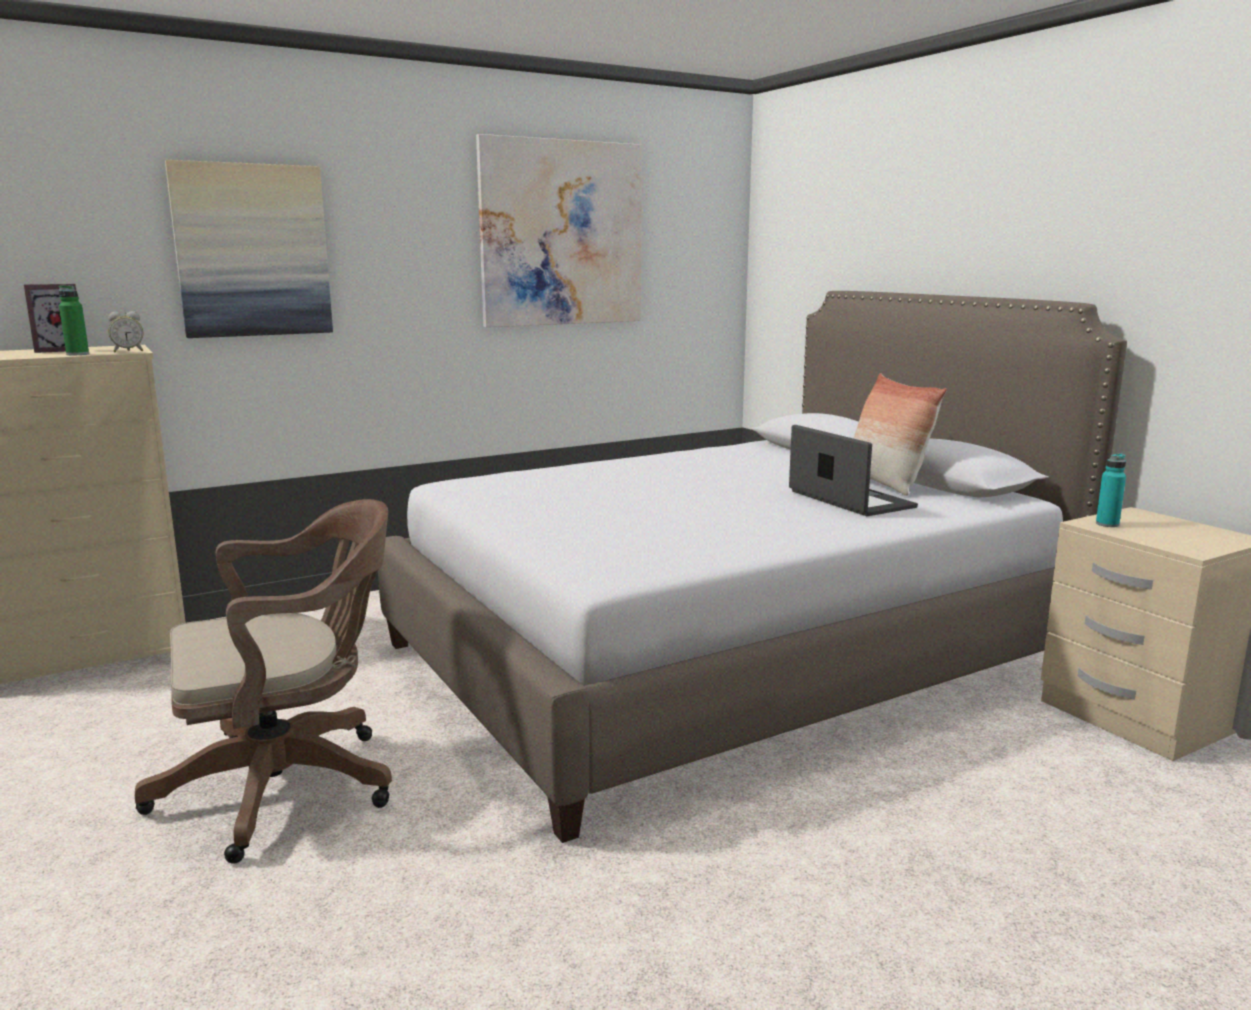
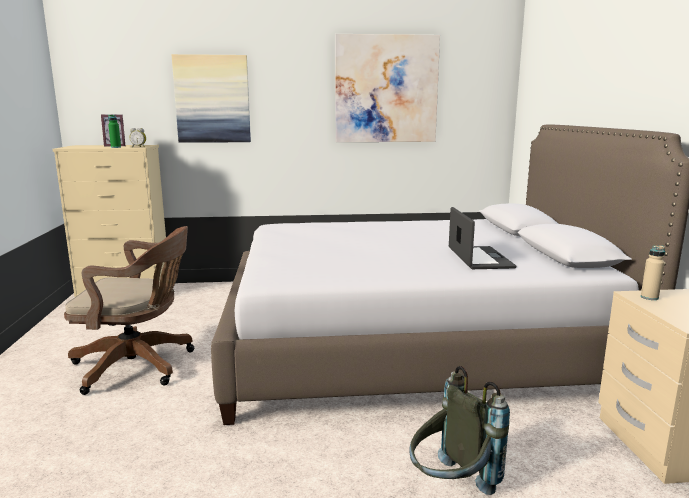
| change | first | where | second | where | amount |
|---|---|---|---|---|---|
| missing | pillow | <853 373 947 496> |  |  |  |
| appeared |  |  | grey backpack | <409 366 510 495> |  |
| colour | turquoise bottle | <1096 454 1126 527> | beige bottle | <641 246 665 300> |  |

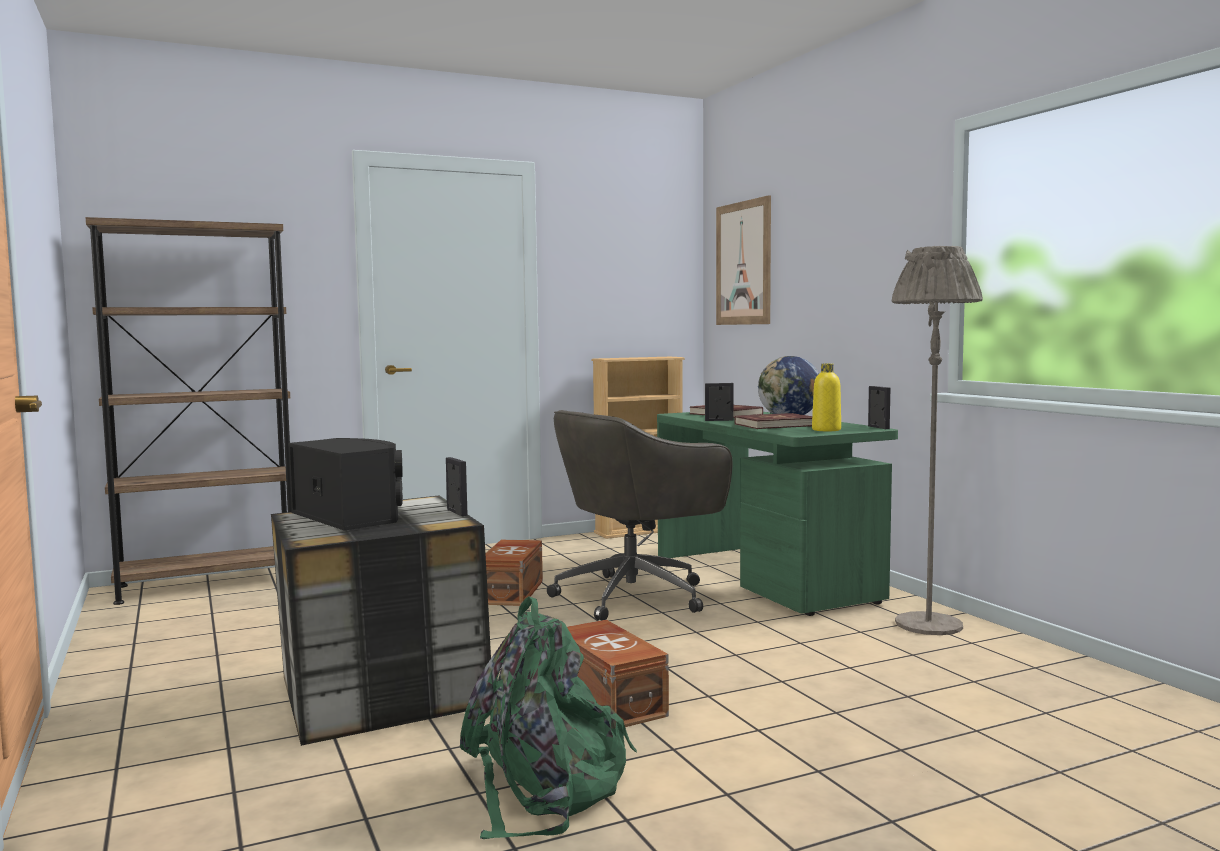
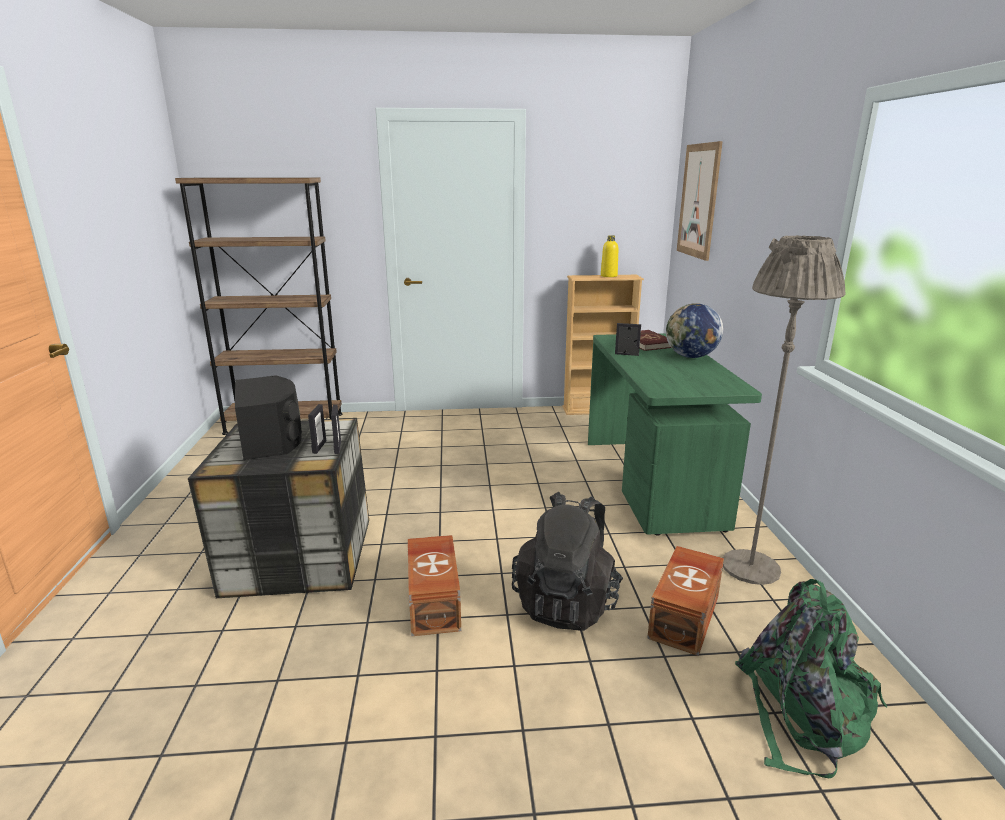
| change | first | where | second | where | amount |
|---|---|---|---|---|---|
| missing | grey office chair | <547 410 733 620> |  |  |  |
| missing | red book | <734 413 812 429> |  |  |  |
| appeared |  |  | black backpack | <512 492 623 631> |  |
| relocated | green backpack | <460 596 637 839> |  | <735 579 887 778> |  |
| relocated | brown storage box | <485 540 543 606> |  | <647 546 724 656> |  |
| relocated | yellow bottle | <812 363 841 431> |  | <601 235 618 277> |  |
| relocated | picture frame | <868 386 890 429> |  | <308 404 326 454> |  |

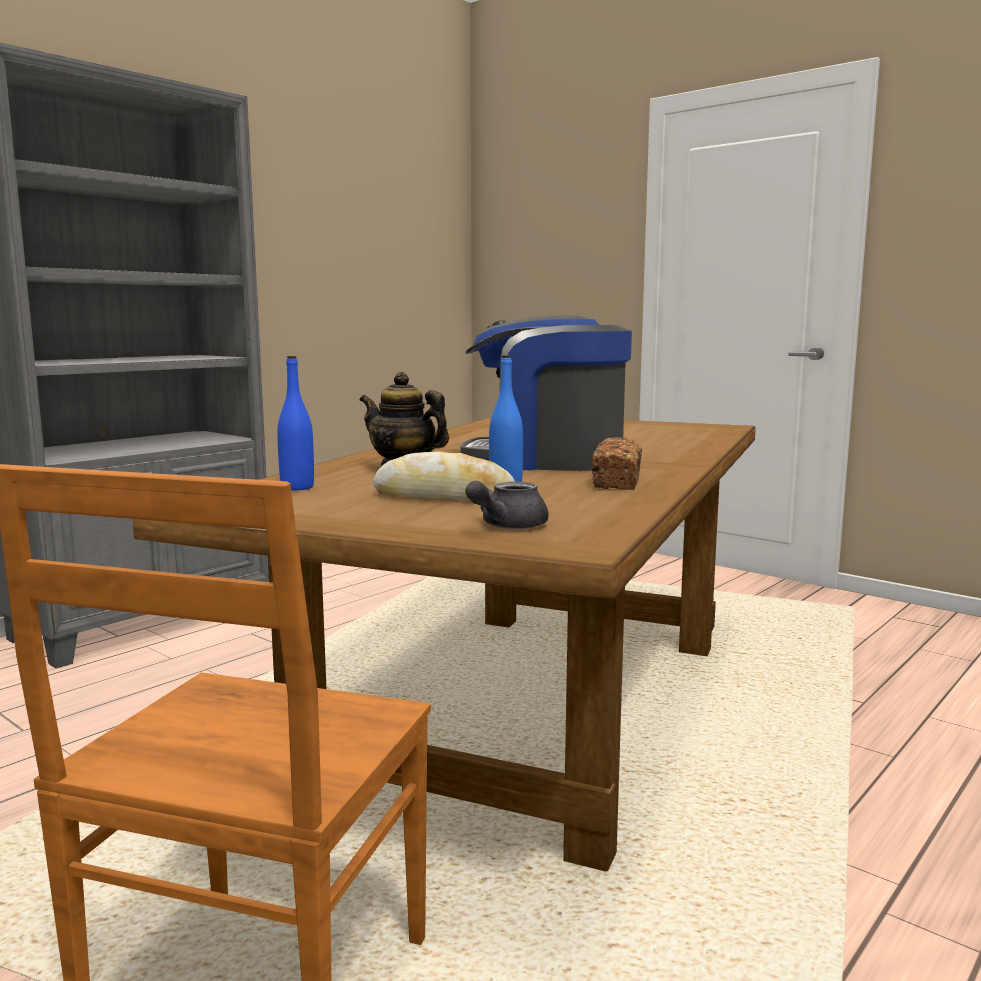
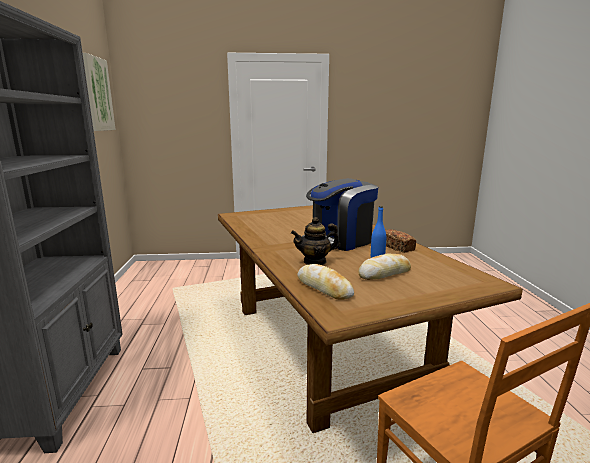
| change | first | where | second | where | amount |
|---|---|---|---|---|---|
| missing | grey teapot | <465 480 549 529> |  |  |  |
| appeared |  |  | picture | <83 53 116 131> |  |
| exchanged | blue bottle | <277 356 314 491> | bread | <298 264 354 300> |  |

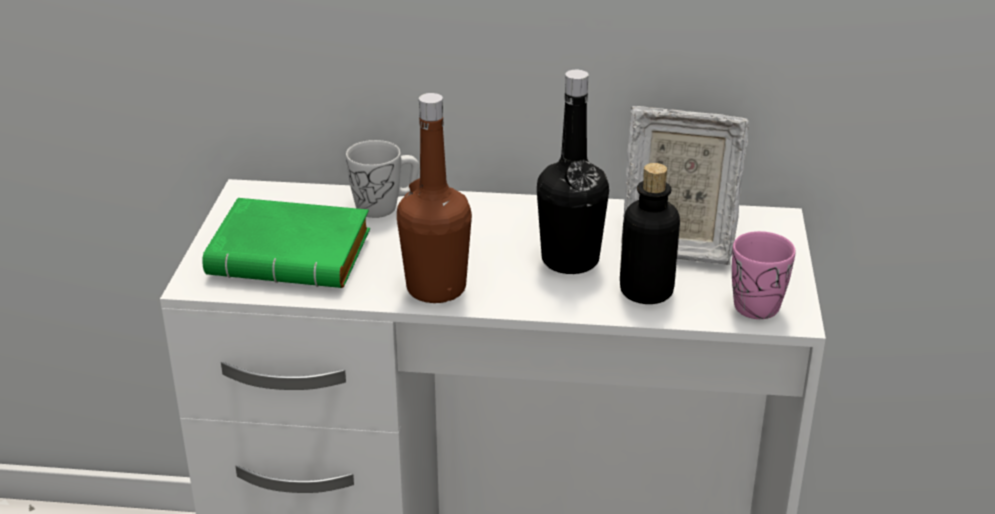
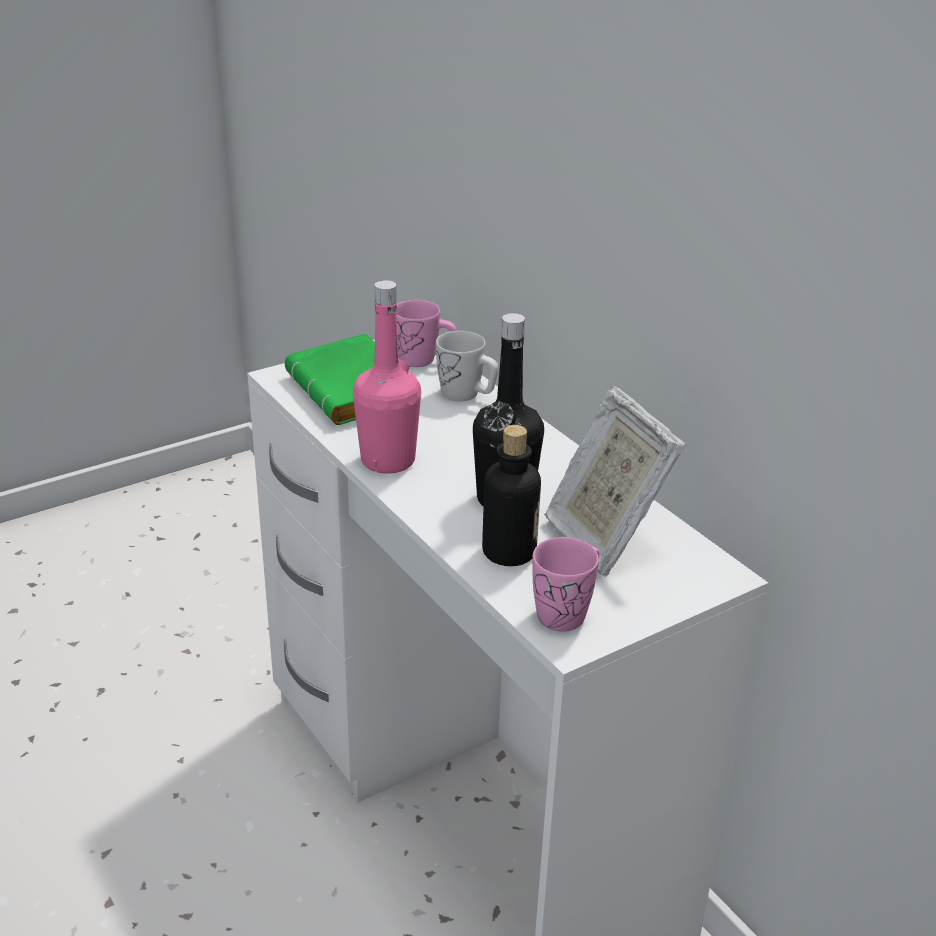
| change | first | where | second | where | amount |
|---|---|---|---|---|---|
| appeared |  |  | pink mug | <396 300 456 367> |  |
| colour | brown bottle | <397 93 472 303> | pink bottle | <353 280 421 474> |  |

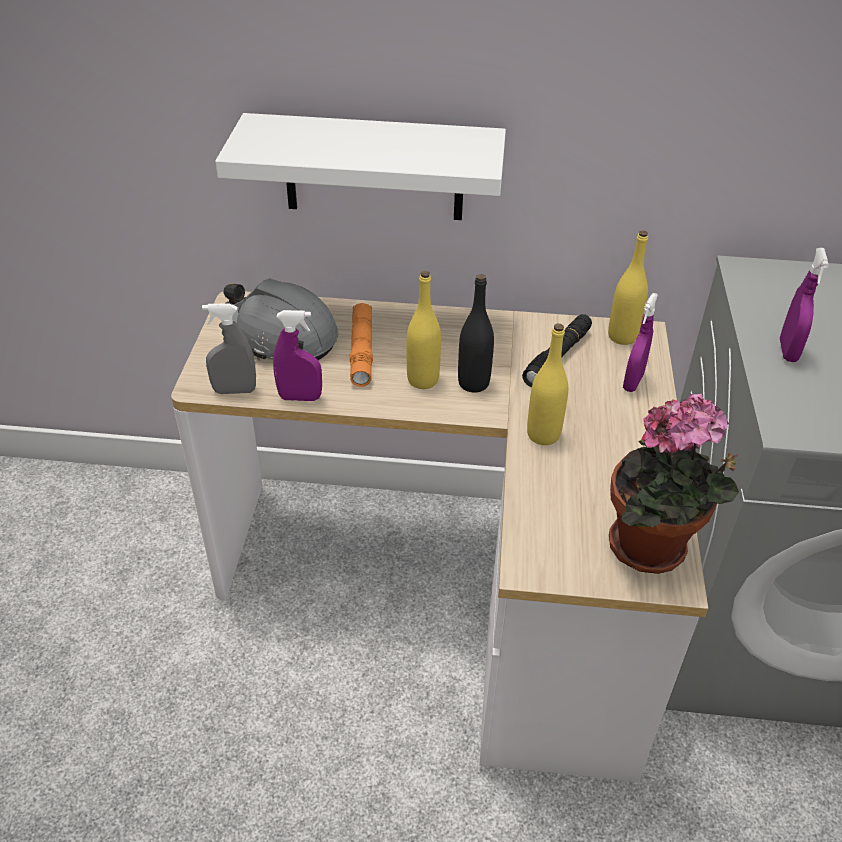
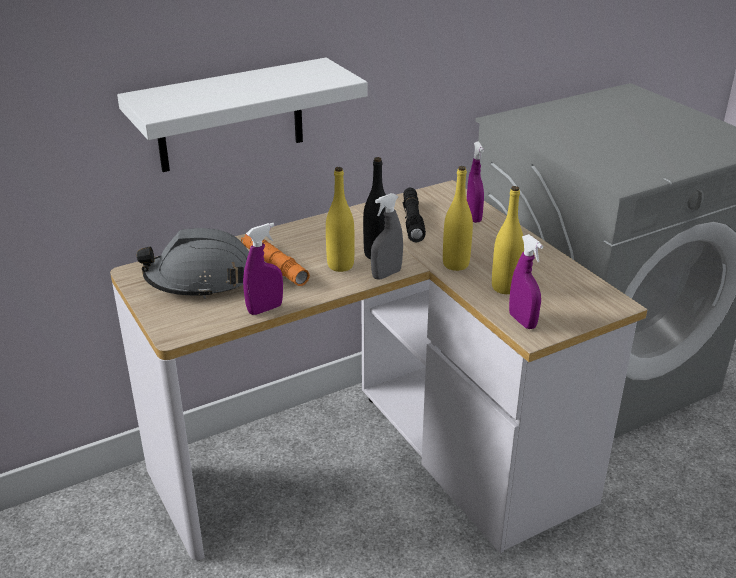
| change | first | where | second | where | amount |
|---|---|---|---|---|---|
| missing | potted plant | <609 394 739 574> |  |  |  |
| relocated | grey spray bottle | <202 303 256 394> |  | <371 193 403 280> |  |
| relocated | yellow bottle | <608 231 648 345> |  | <492 186 524 294> |  |
| relocated | purple spray bottle | <780 248 829 362> |  | <509 234 543 329> |  |

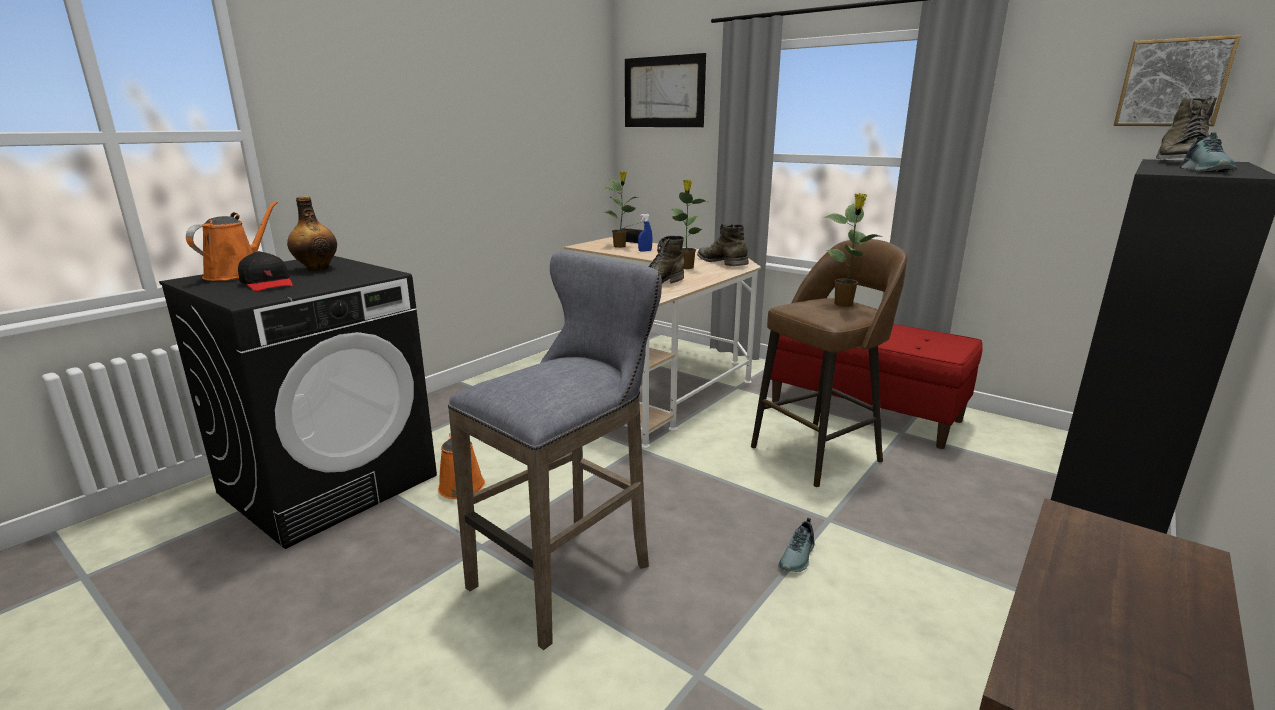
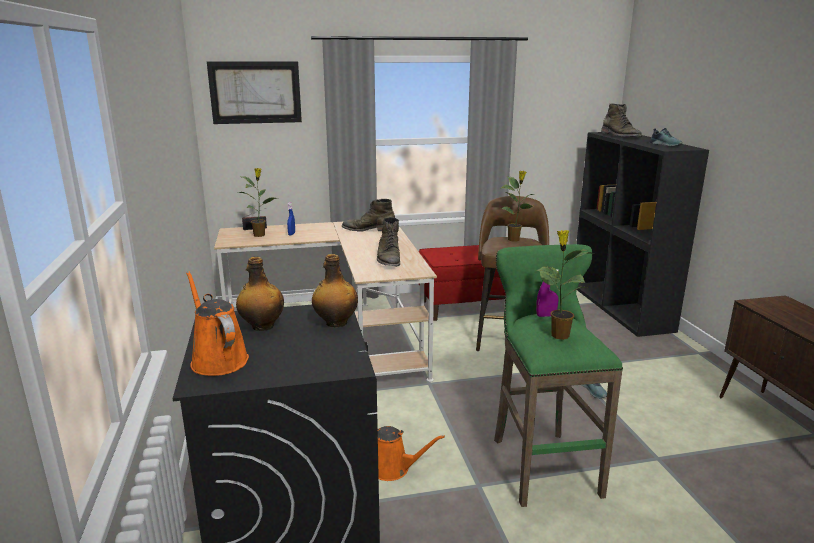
| change | first | where | second | where | amount |
|---|---|---|---|---|---|
| missing | black cap | <238 251 293 291> |  |  |  |
| missing | picture | <1114 35 1241 126> |  |  |  |
| appeared |  |  | bottle | <312 254 358 327> |  |
| appeared |  |  | purple spray bottle | <536 270 559 317> |  |
| relocated | potted plant | <670 180 708 269> |  | <537 230 594 340> |  |
| colour | grey stool | <448 252 662 650> | green stool | <494 244 623 507> |  |

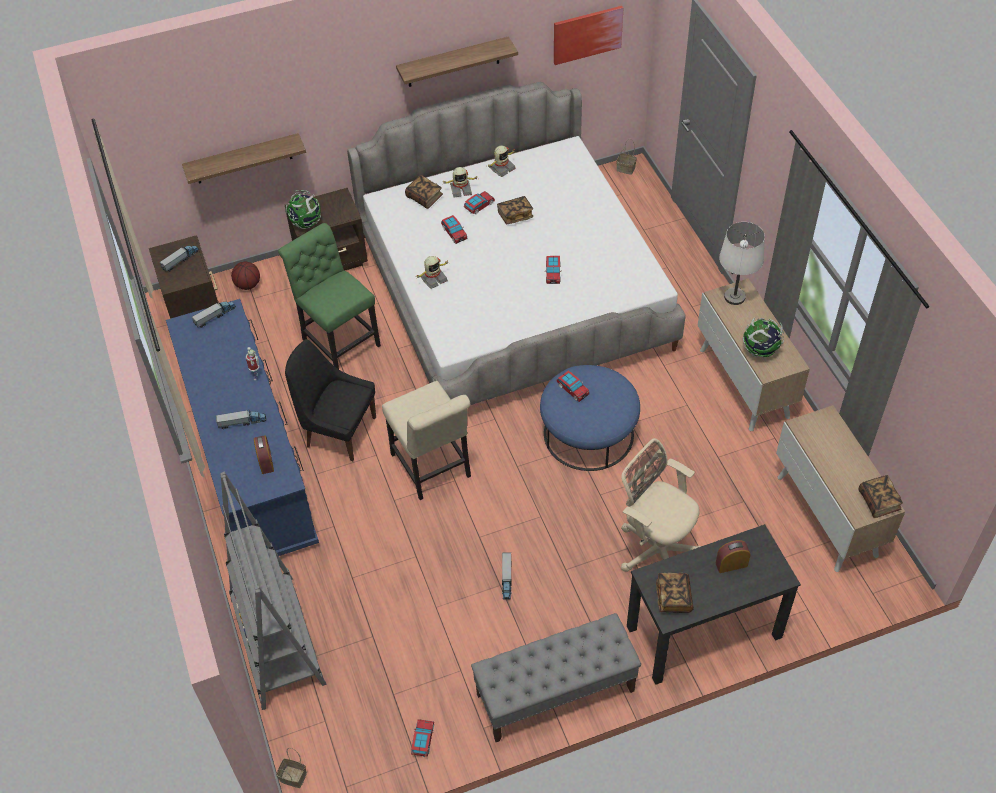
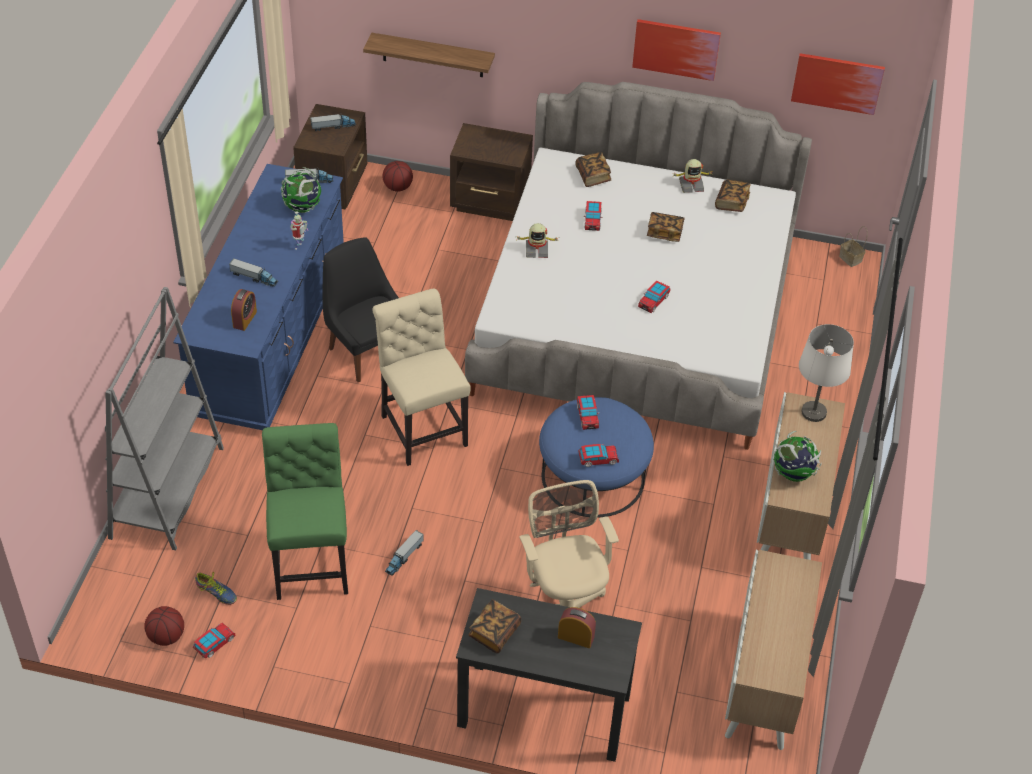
| change | first | where | second | where | amount |
|---|---|---|---|---|---|
| missing | basket | <276 748 307 788> |  |  |  |
| missing | toy robot | <443 167 479 197> |  |  |  |
| missing | grey bench | <471 613 641 742> |  |  |  |
| appeared |  |  | basketball | <144 606 184 646> |  |
| appeared |  |  | shoe | <195 572 237 605> |  |
| relocated | green chair | <278 223 381 369> |  | <262 423 348 600> |  |
| relocated | globe | <285 190 321 229> |  | <281 167 321 213> |  |
| relocated | toy car | <464 191 495 214> |  | <578 444 619 467> |  |
| relocated | book | <859 475 903 518> |  | <715 180 751 212> |  |
| exchanged | shelf | <396 36 518 87> | picture | <632 19 721 81> |  |
| spun | beige chair | <382 381 471 500> |  | <373 289 471 466> | 150 degrees clockwise |

